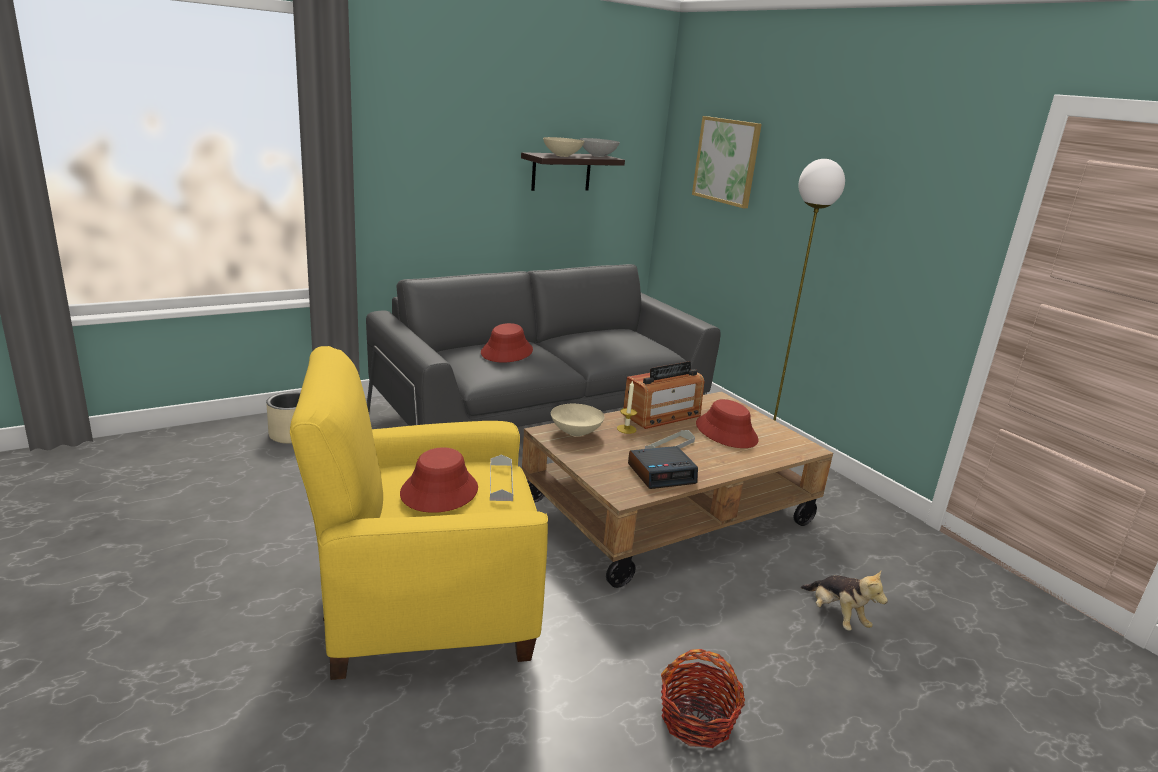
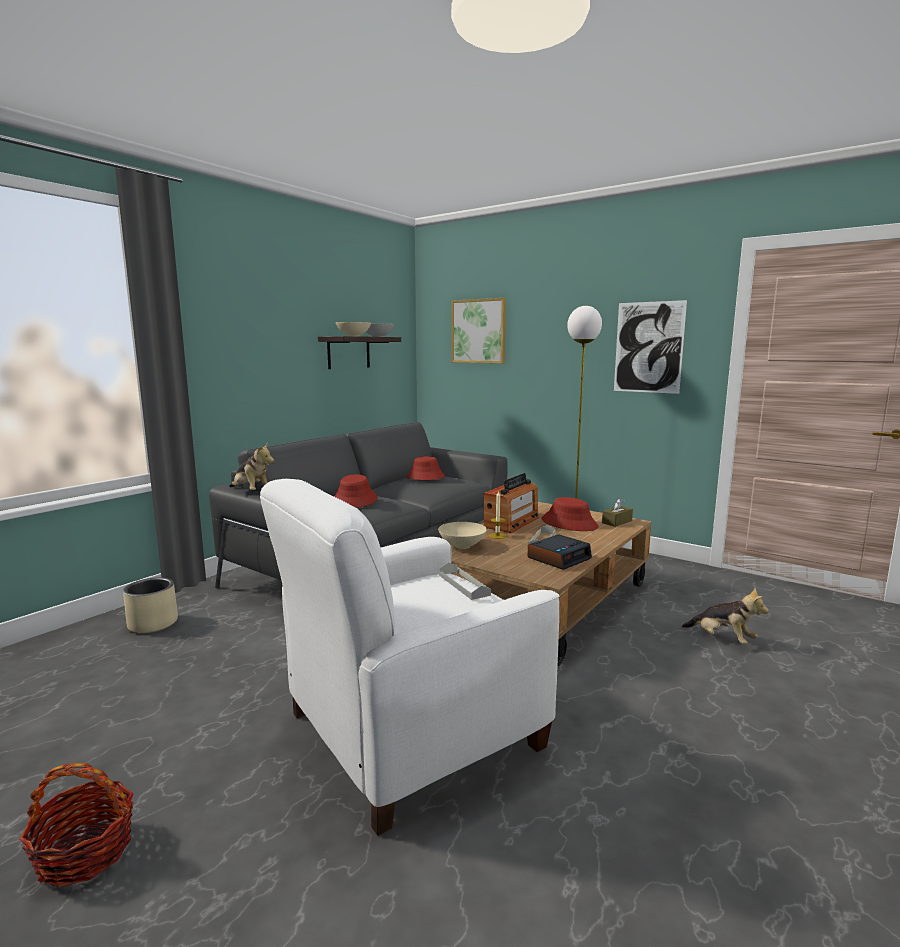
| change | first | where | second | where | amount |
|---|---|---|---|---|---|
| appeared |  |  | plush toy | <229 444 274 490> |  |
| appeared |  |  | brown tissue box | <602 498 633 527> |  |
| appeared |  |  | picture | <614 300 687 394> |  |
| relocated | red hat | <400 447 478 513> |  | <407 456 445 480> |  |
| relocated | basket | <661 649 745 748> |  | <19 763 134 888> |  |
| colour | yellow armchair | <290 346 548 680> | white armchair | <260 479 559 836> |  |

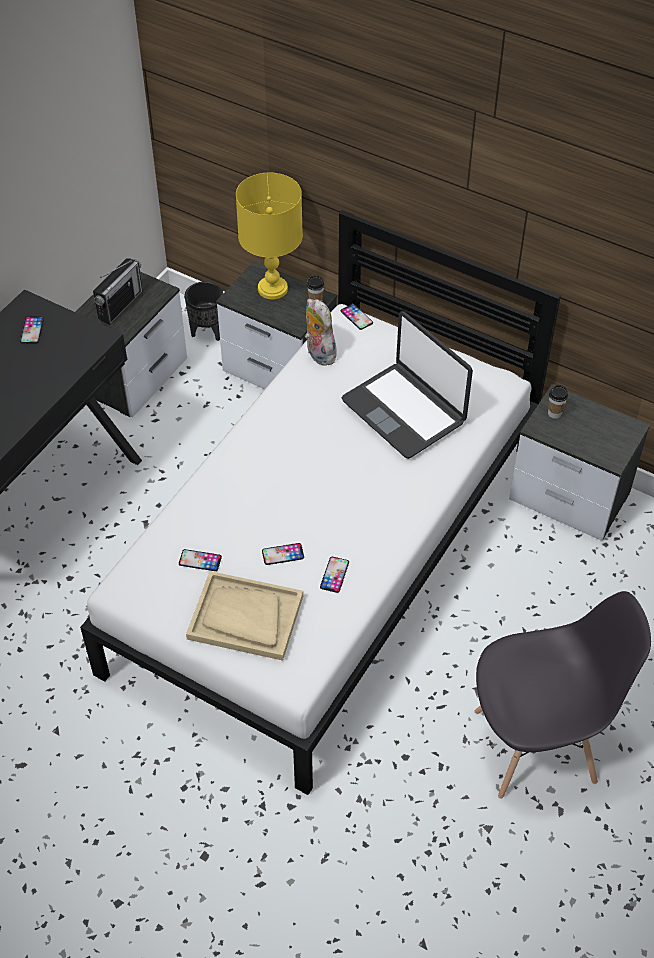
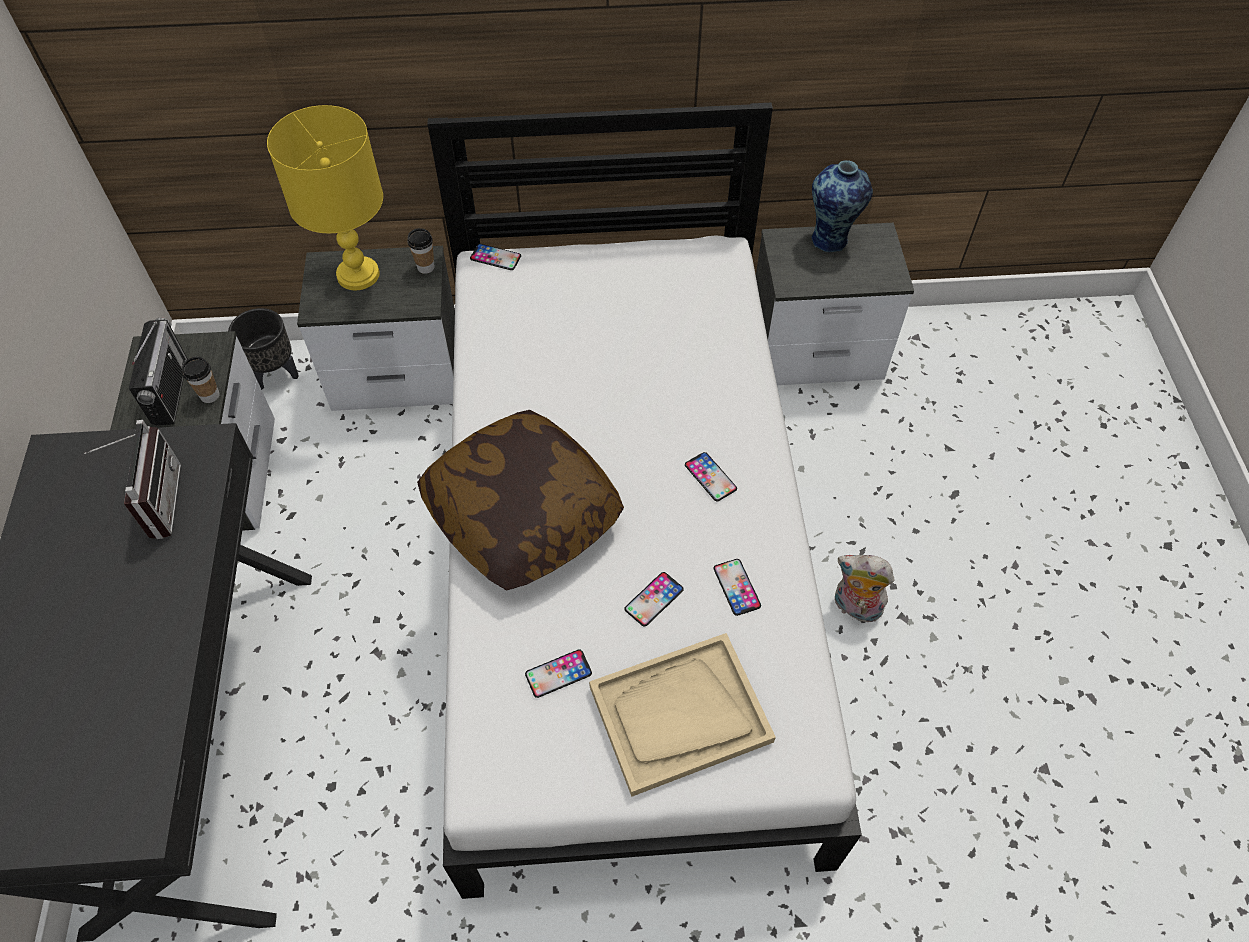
| change | first | where | second | where | amount |
|---|---|---|---|---|---|
| missing | laptop | <341 311 473 459> |  |  |  |
| missing | grey chair | <474 591 651 799> |  |  |  |
| appeared |  |  | radio | <84 420 181 539> |  |
| appeared |  |  | pillow | <417 410 624 591> |  |
| appeared |  |  | vase | <811 160 873 252> |  |
| relocated | phone | <20 316 44 343> |  | <685 452 737 501> |  |
| relocated | plush toy | <305 299 337 366> |  | <835 555 894 625> |  |
| relocated | cup | <548 385 568 419> |  | <182 357 219 403> |  |

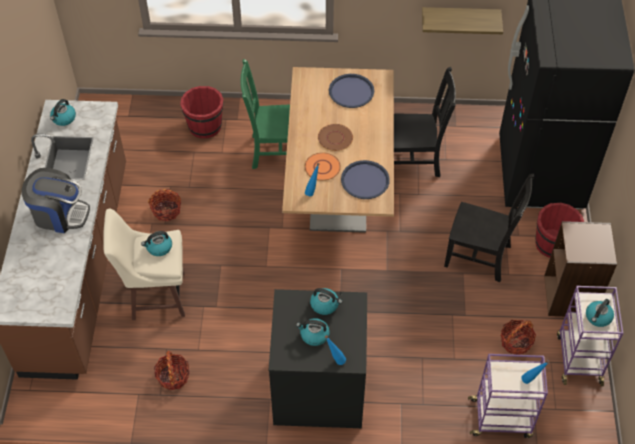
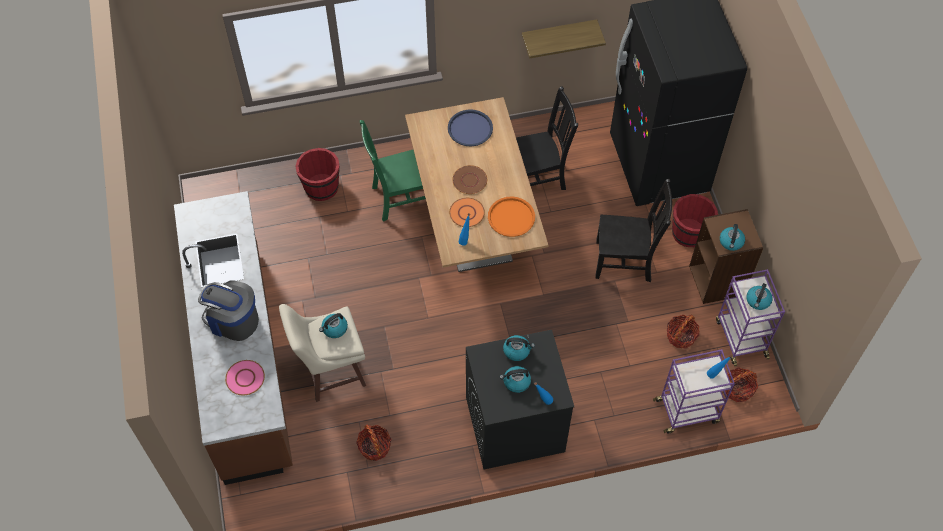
| change | first | where | second | where | amount |
|---|---|---|---|---|---|
| appeared |  |  | pink plate | <225 360 265 395> |  |
| relocated | kettle | <50 99 76 126> |  | <720 224 745 251> |  |
| relocated | basket | <148 189 181 221> |  | <725 367 758 402> |  |
| colour | blue tray | <341 160 390 199> | orange tray | <488 196 535 237> |  |
| spun | coffee machine | <22 168 90 233> |  | <198 280 259 341> | 150 degrees counterclockwise |

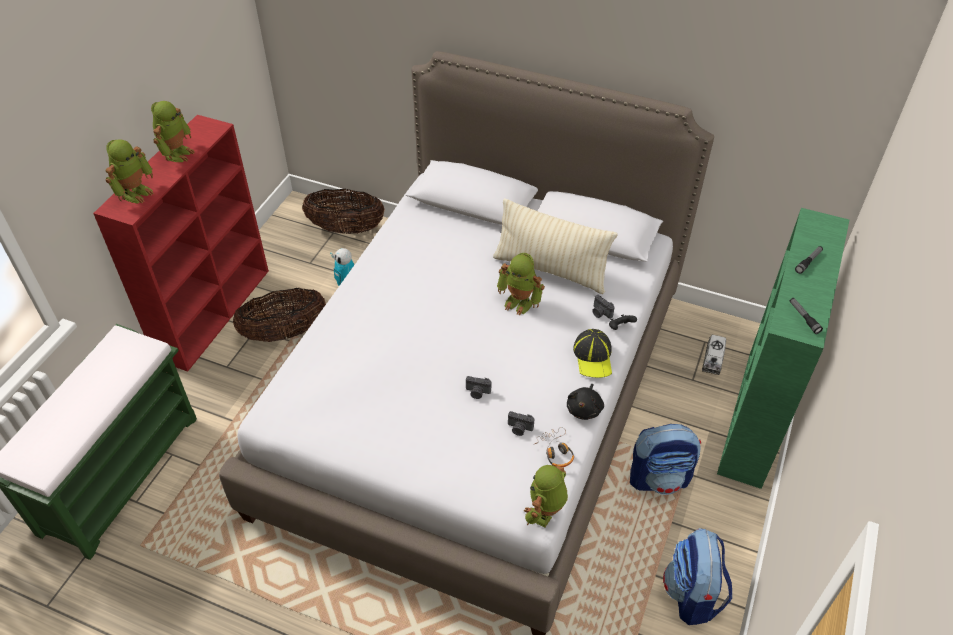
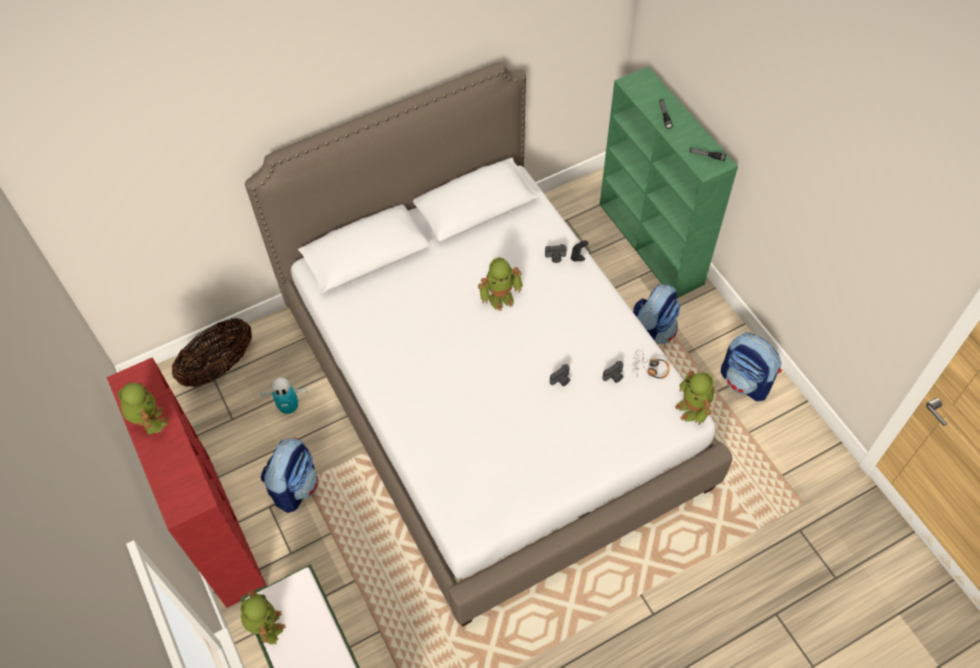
| change | first | where | second | where | amount |
|---|---|---|---|---|---|
| missing | beige pillow | <493 198 618 294> |  |  |  |
| missing | black plush toy | <567 384 604 420> |  |  |  |
| missing | cap | <573 329 612 378> |  |  |  |
| missing | toy truck | <702 335 726 375> |  |  |  |
| relocated | toy robot | <106 139 154 203> |  | <240 590 286 644> |  |
| exchanged | basket | <233 288 326 342> | backpack | <261 437 318 513> |  |

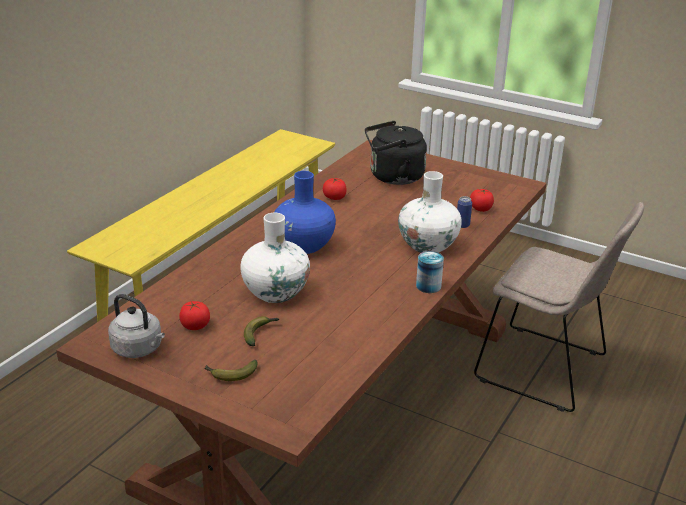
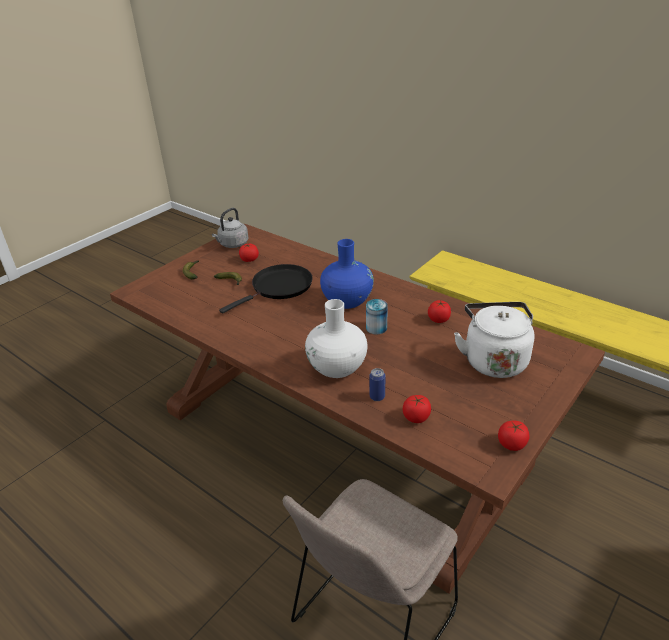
| change | first | where | second | where | amount |
|---|---|---|---|---|---|
| appeared |  |  | tomato | <498 421 529 451> |  |
| relocated | can | <416 251 444 293> |  | <366 299 388 335> |  |
| exchanged | white vase | <240 213 310 303> | black frying pan | <219 264 313 314> |  |
| colour | black kettle | <365 121 427 185> | white kettle | <454 302 535 378> |  |

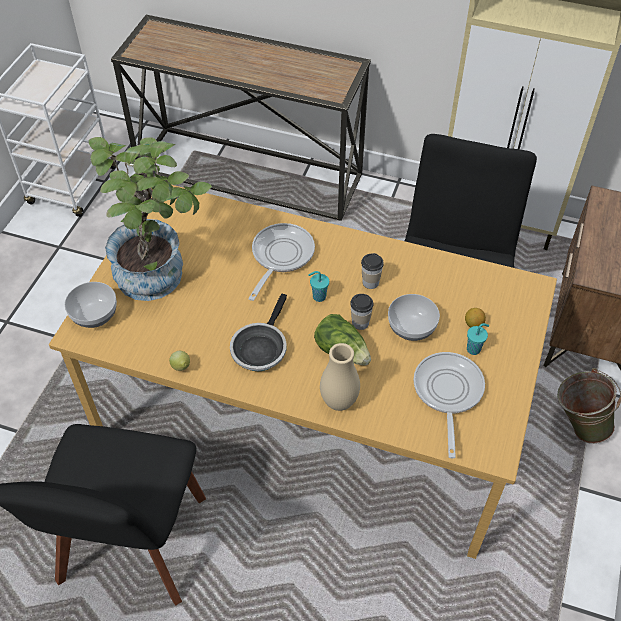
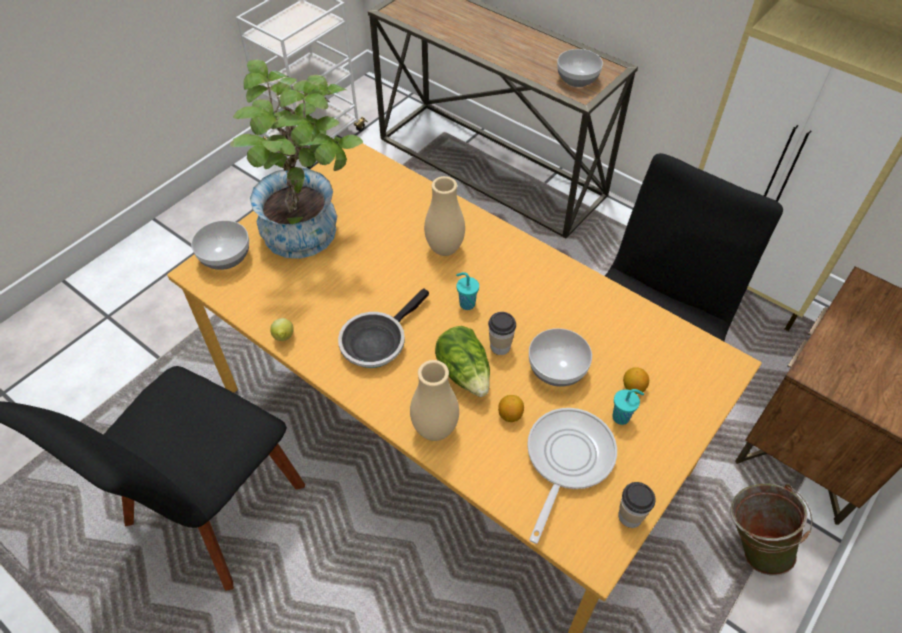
| change | first | where | second | where | amount |
|---|---|---|---|---|---|
| appeared |  |  | lemon | <498 395 524 422> |  |
| appeared |  |  | bowl | <557 49 603 87> |  |
| relocated | cup | <361 253 384 289> |  | <618 482 656 528> |  |
| exchanged | frying pan | <248 223 315 301> | beige vase | <424 176 465 256> |  |

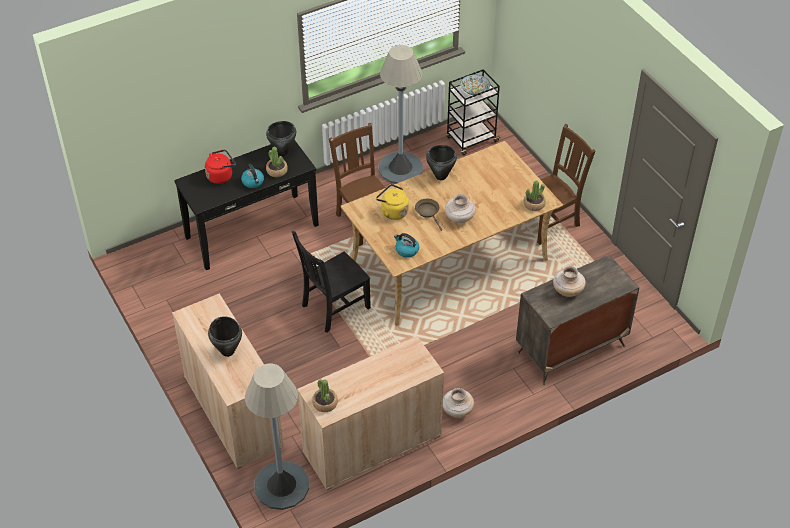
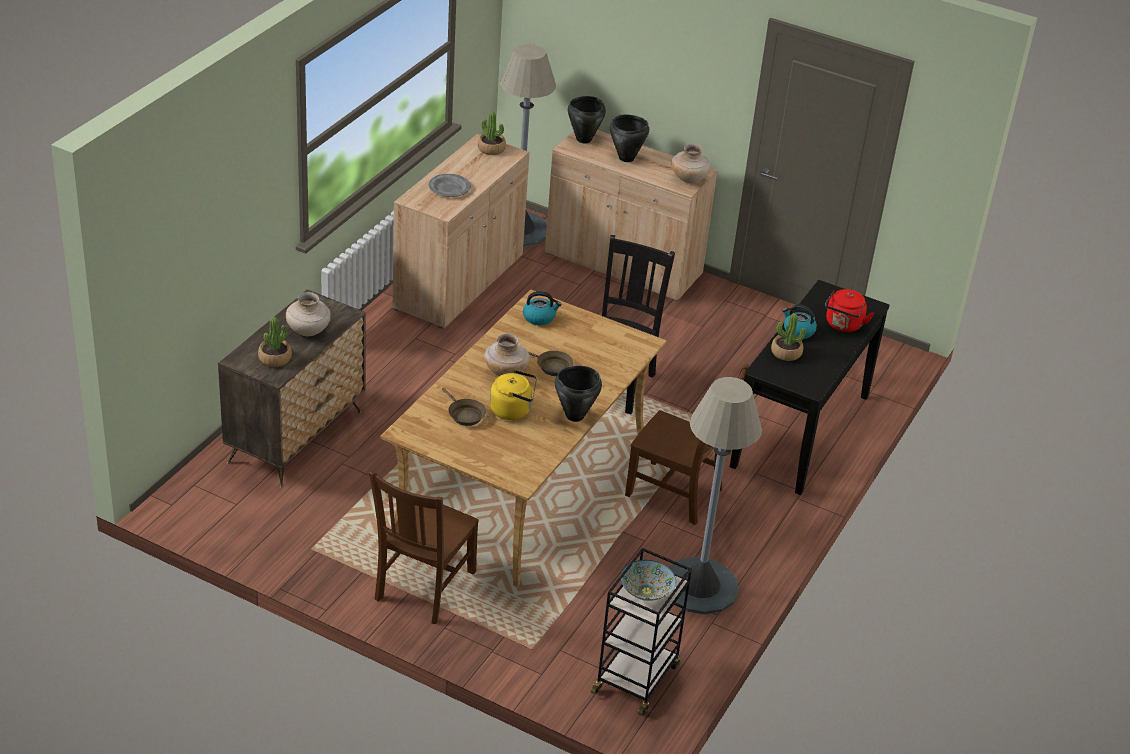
| change | first | where | second | where | amount |
|---|---|---|---|---|---|
| appeared |  |  | grey plate | <428 174 471 197> |  |
| appeared |  |  | brown frying pan | <442 388 486 426> |  |
| relocated | black cooking pot | <266 121 296 156> |  | <568 96 606 143> |  |
| relocated | yellow kettle | <376 184 409 220> |  | <490 370 537 420> |  |
| relocated | beige vase | <443 388 474 418> |  | <671 144 711 183> |  |
| relocated | potted plant | <523 181 546 211> |  | <258 317 292 367> |  |

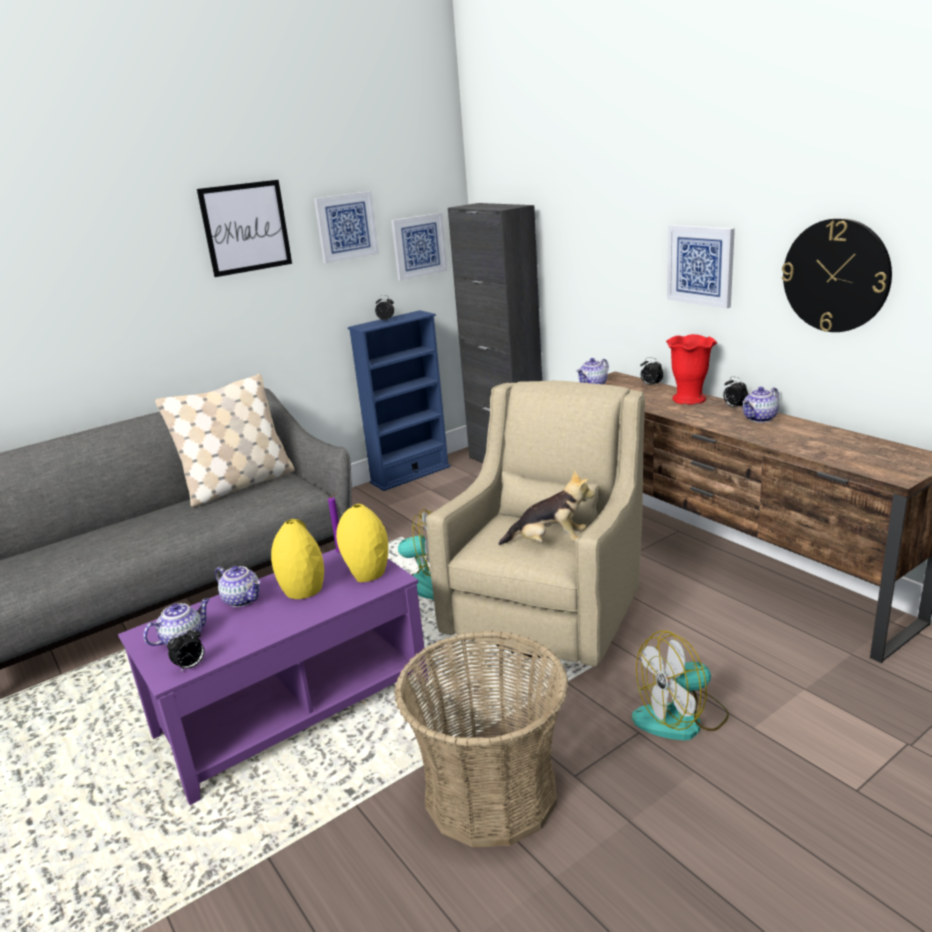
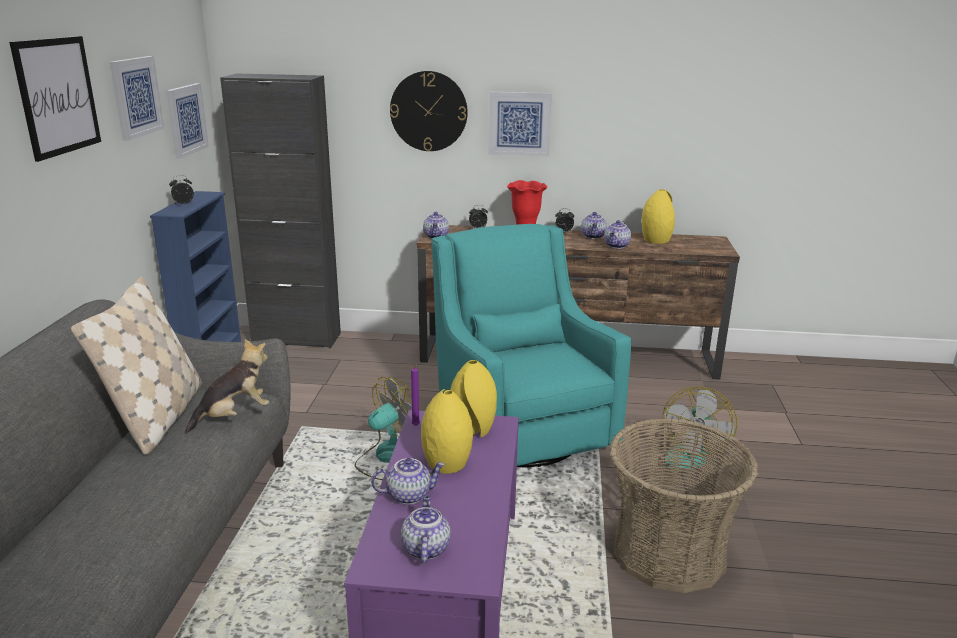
| change | first | where | second | where | amount |
|---|---|---|---|---|---|
| missing | alarm clock | <167 627 204 672> |  |  |  |
| appeared |  |  | teapot | <604 220 631 249> |  |
| appeared |  |  | yellow vase | <642 189 675 244> |  |
| relocated | plush toy | <498 470 595 545> |  | <185 339 269 434> |  |
| relocated | wall clock | <782 218 892 332> |  | <390 71 468 151> |  |
| colour | beige armchair | <426 381 645 666> | turquoise armchair | <431 224 631 467> |  |

